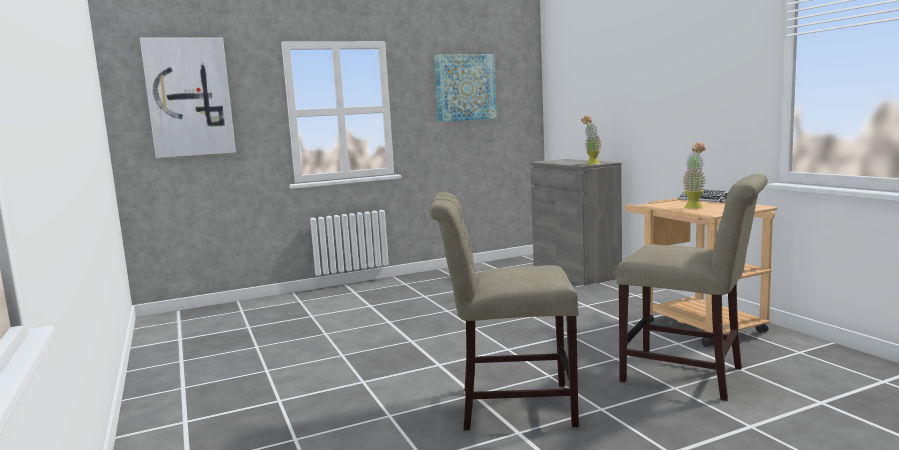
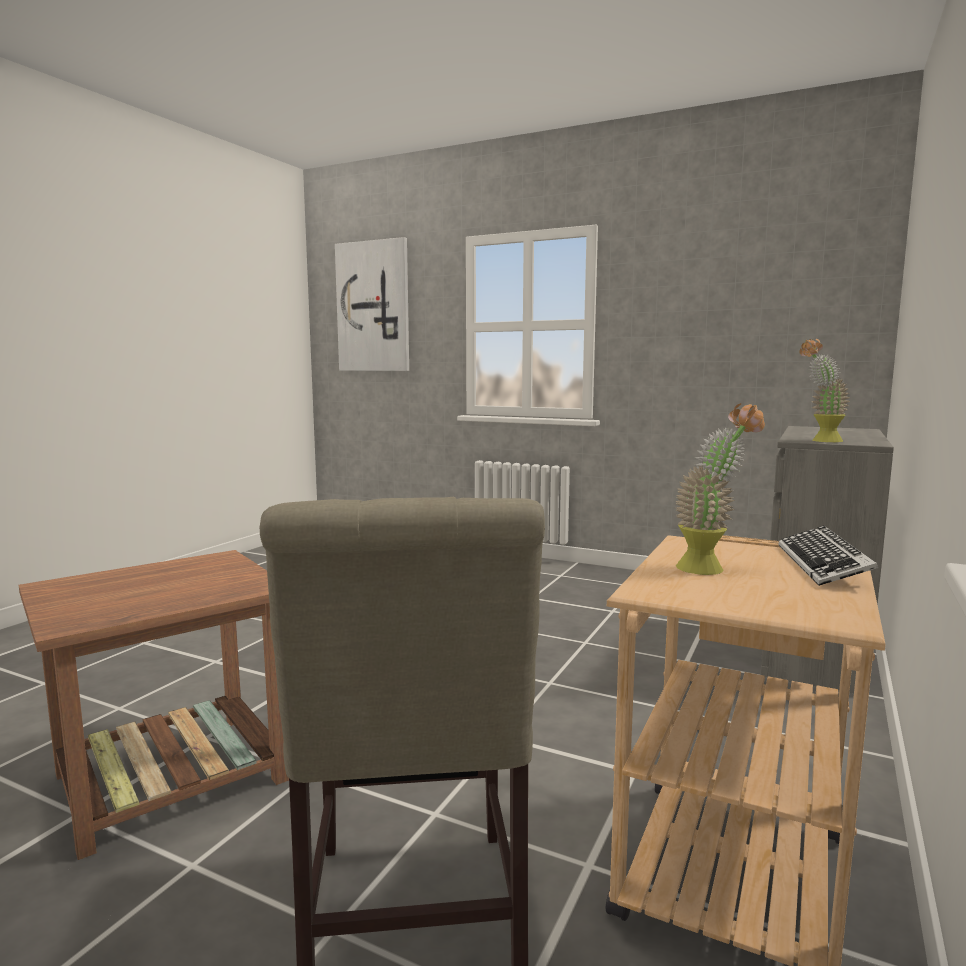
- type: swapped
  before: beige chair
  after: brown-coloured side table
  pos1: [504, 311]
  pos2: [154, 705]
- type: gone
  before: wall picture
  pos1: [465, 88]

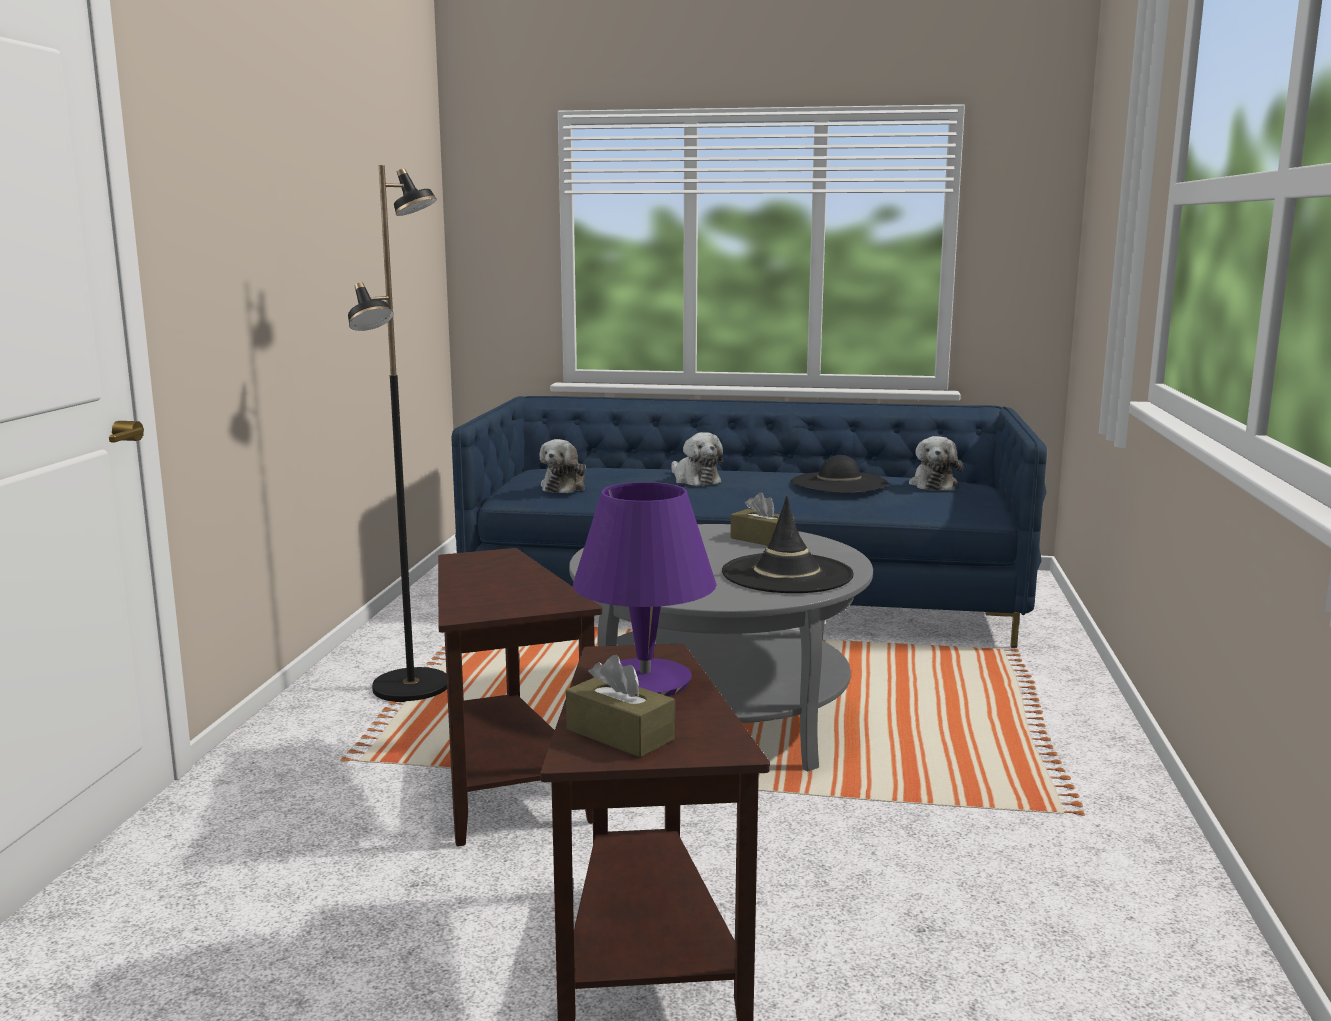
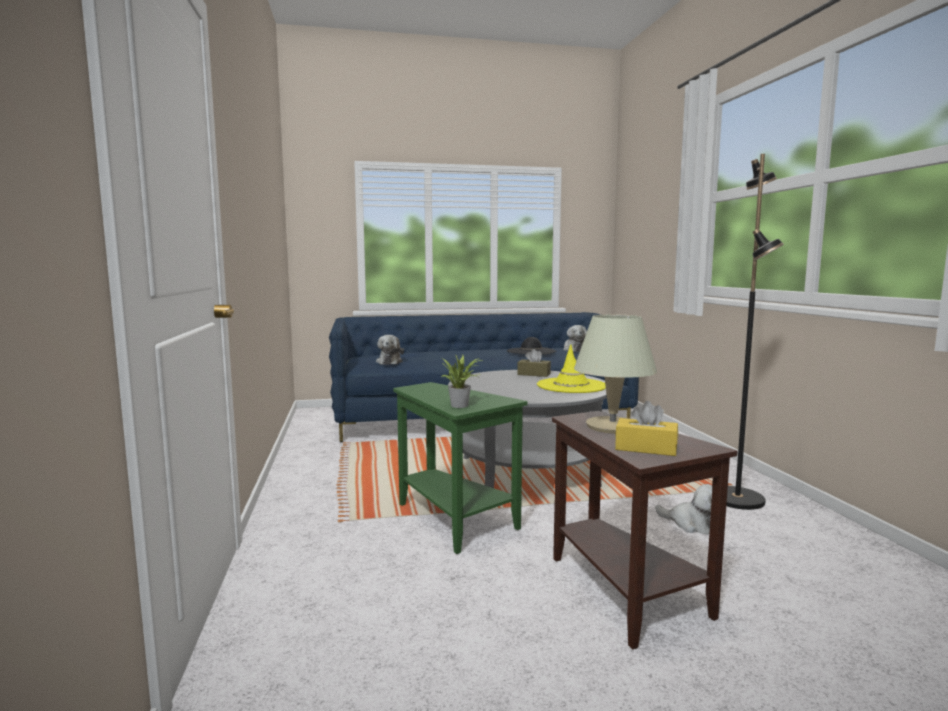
- type: repainted
  before: brown-coloured side table
  after: greenish side table
  pos1: [520, 697]
  pos2: [460, 468]
- type: new
  after: potted plant
  pos2: [462, 381]
- type: repainted
  before: blackish hat
  after: yellowish hat
  pos1: [788, 544]
  pos2: [571, 368]
- type: repainted
  before: purple-coloured table lamp
  after: beige table lamp
  pos1: [644, 589]
  pos2: [615, 374]
- type: repainted
  before: brown-coloured tissue holder
  after: yellowish tissue holder
  pos1: [620, 706]
  pos2: [646, 428]
- type: shifted
  before: soft toy
  pos1: [697, 459]
  pos2: [684, 509]
- type: shifted
  before: blackish standard lamp
  pos1: [397, 433]
  pos2: [755, 332]

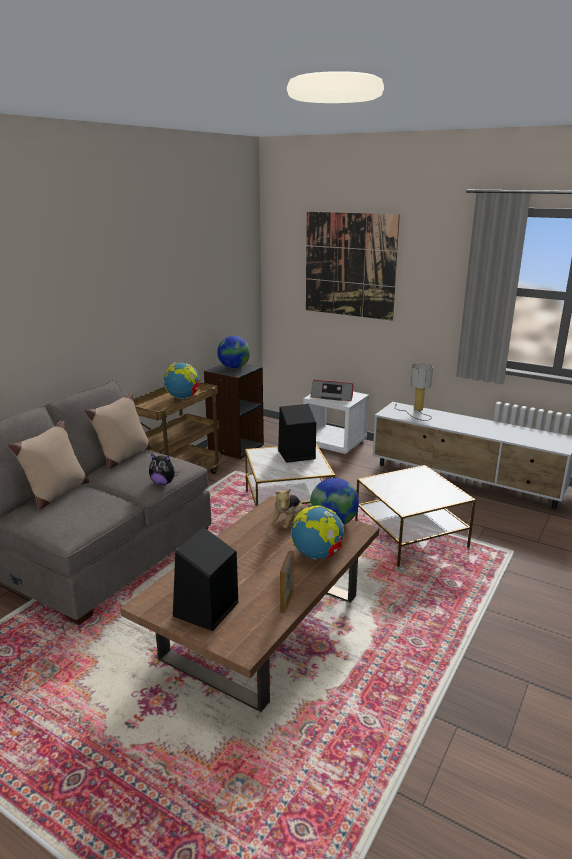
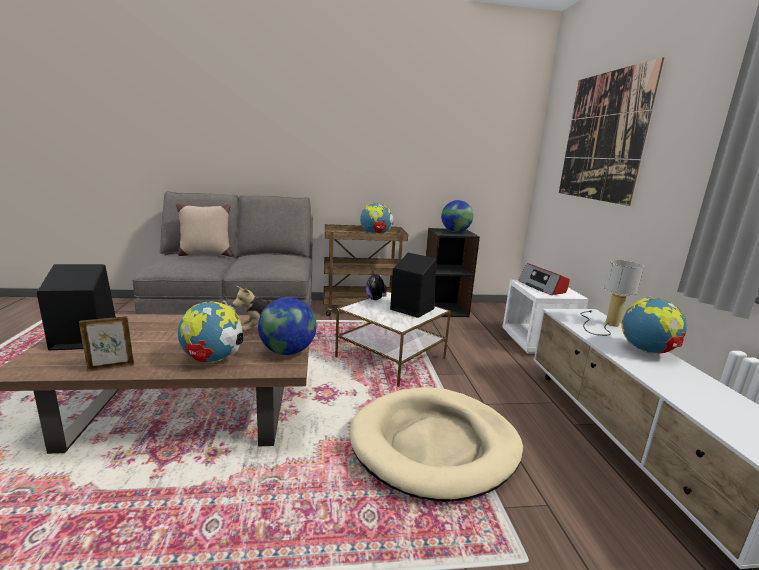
- type: swapped
  before: side table
  after: beige dog bed
  pos1: [415, 516]
  pos2: [436, 444]
- type: shifted
  before: soft toy
  pos1: [164, 469]
  pos2: [376, 285]
- type: new
  after: world globe
  pos2: [654, 325]
- type: gone
  before: beige throw pillow
  pos1: [118, 430]

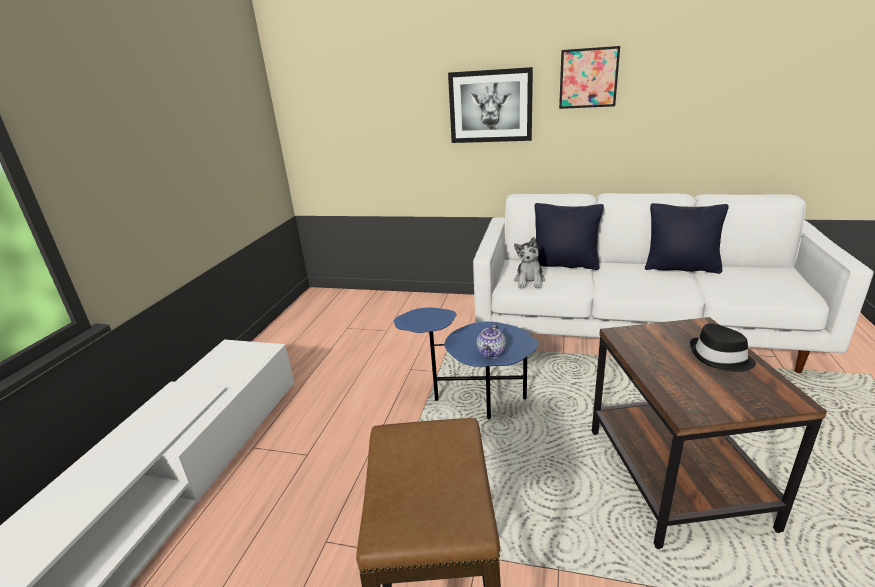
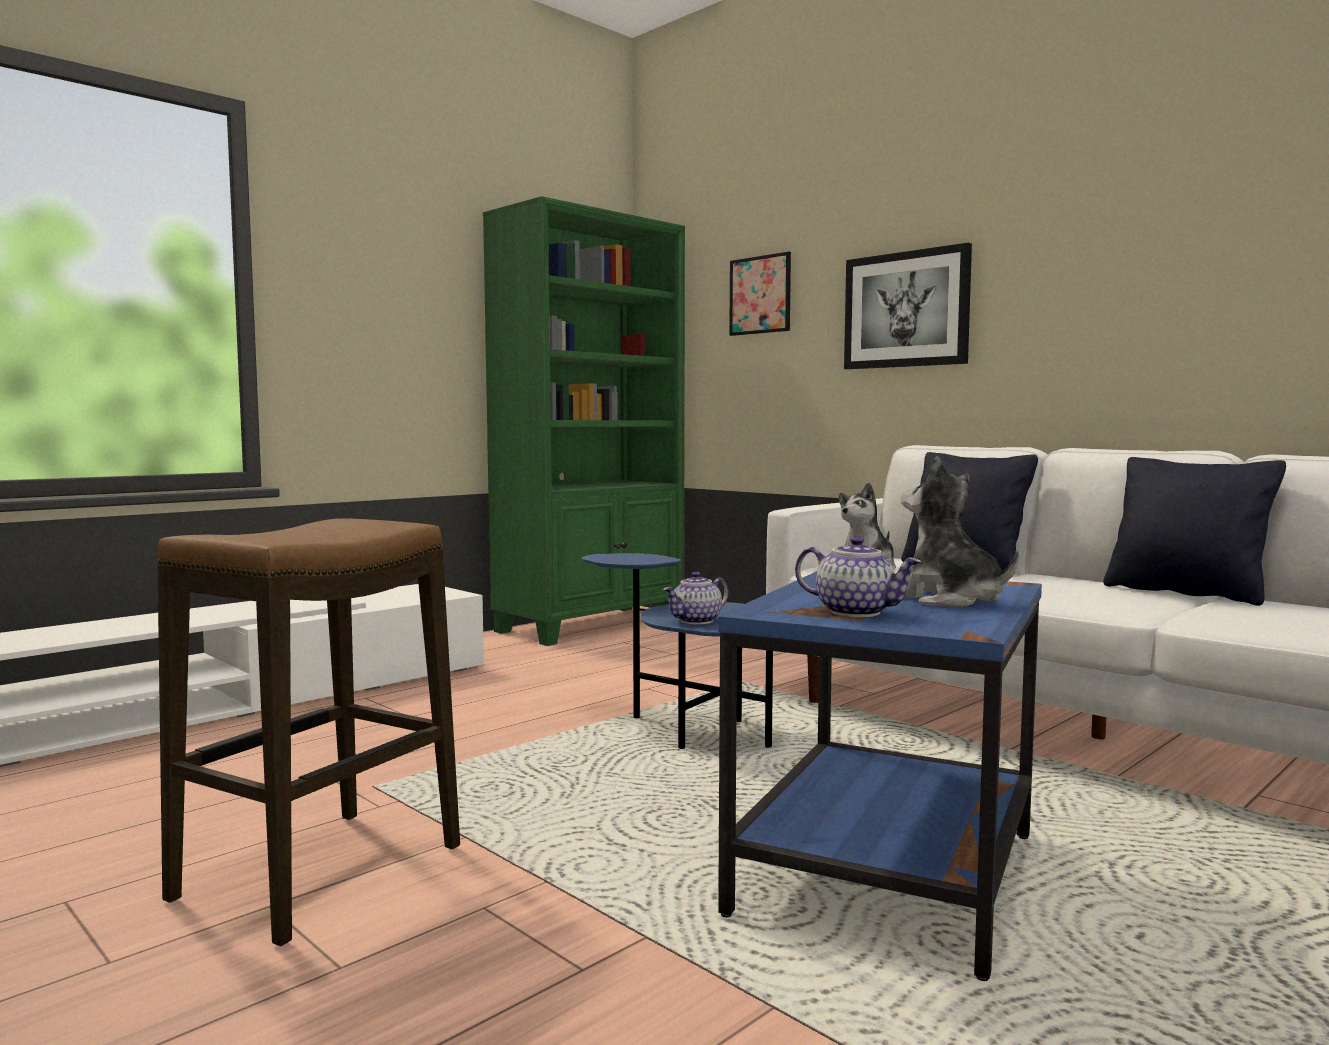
- type: new
  after: greenish shelving unit
  pos2: [584, 421]
- type: repainted
  before: brown-coloured side table
  after: bluish side table
  pos1: [709, 433]
  pos2: [880, 776]
- type: shifted
  before: wall picture
  pos1: [589, 77]
  pos2: [760, 294]
- type: new
  after: tea pot
  pos2: [858, 576]
- type: swapped
  before: blackish hat
  after: soft toy
  pos1: [723, 347]
  pos2: [960, 531]

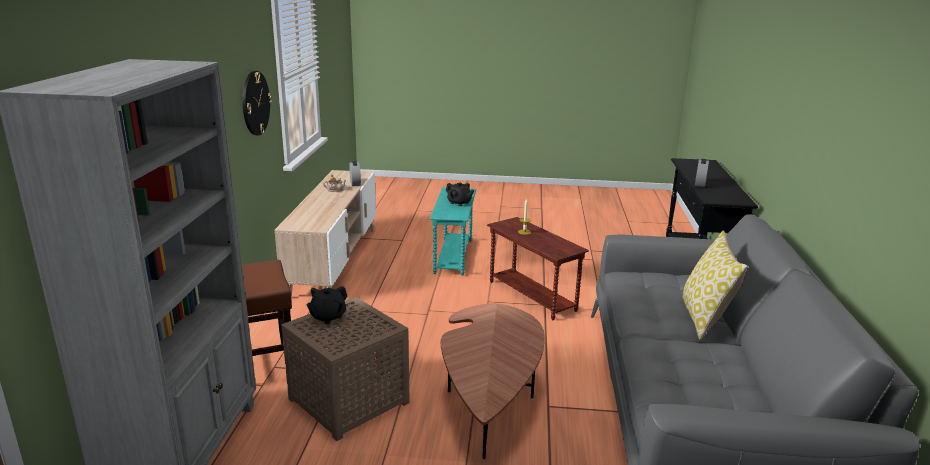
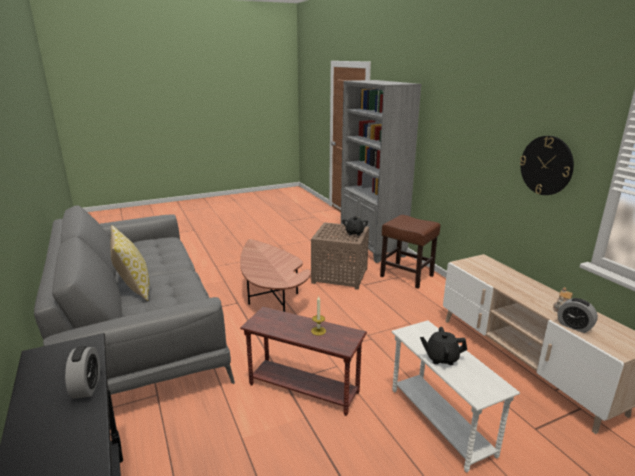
- type: repainted
  before: blue-green side table
  after: white-coloured side table
  pos1: [453, 231]
  pos2: [456, 396]

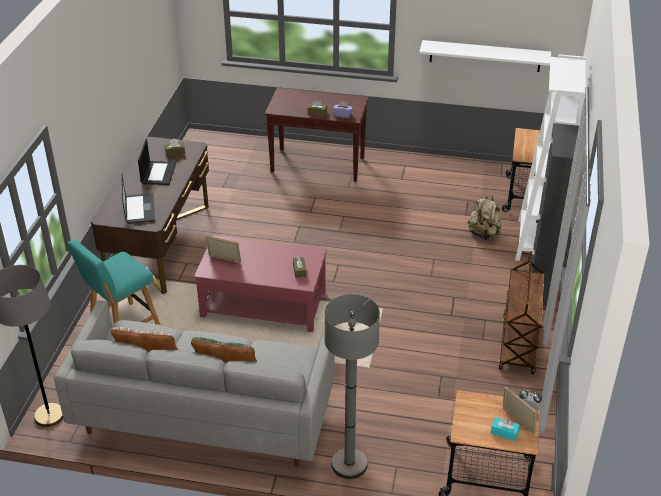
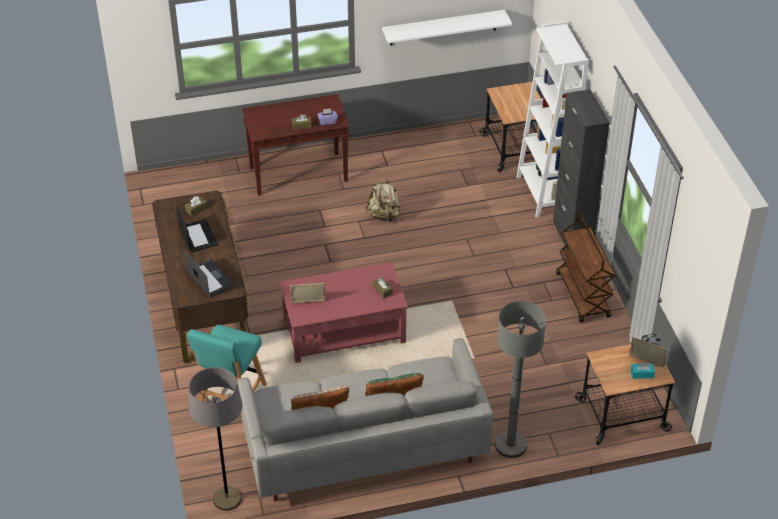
- type: shifted
  before: beige backpack
  pos1: [484, 217]
  pos2: [383, 200]

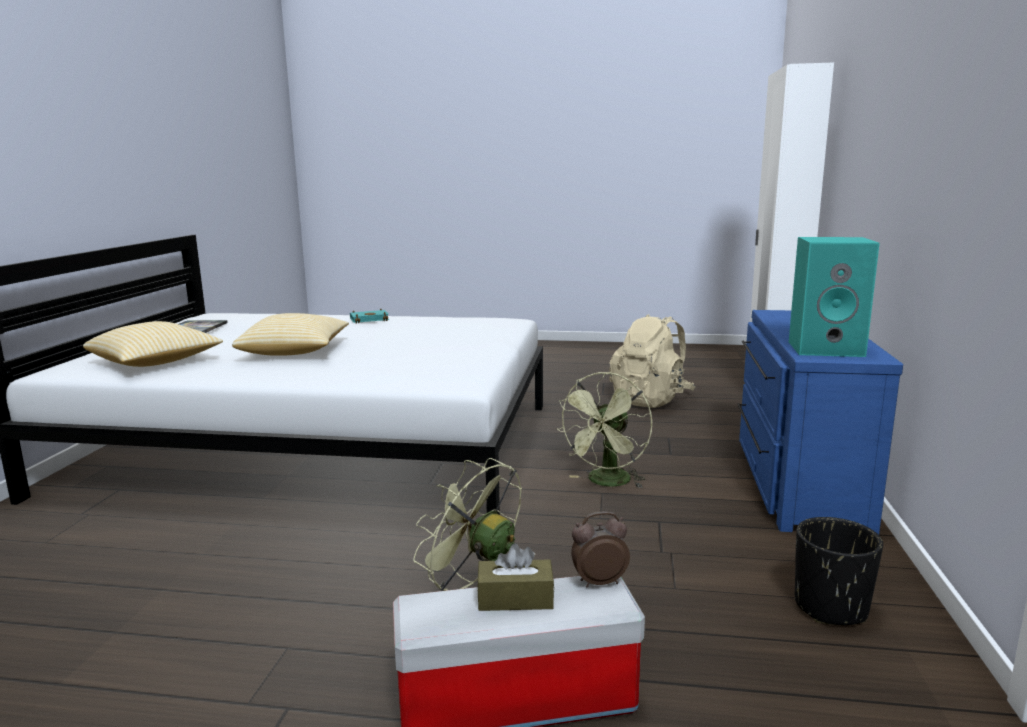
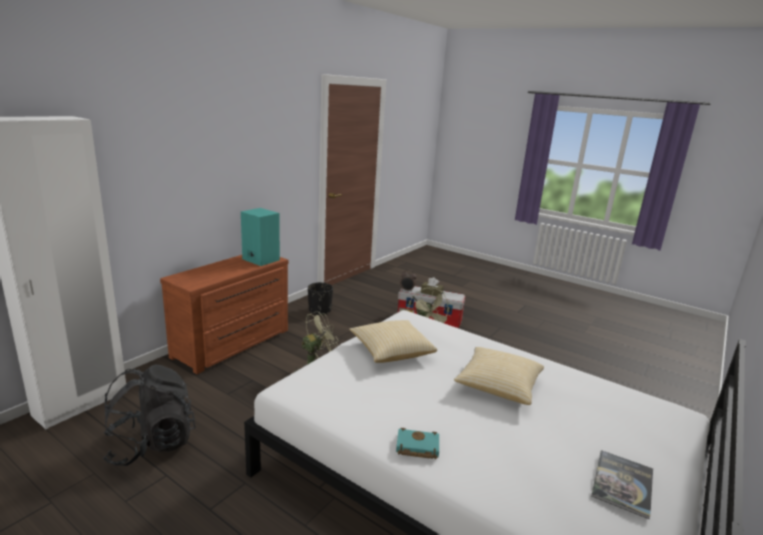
- type: repainted
  before: beige backpack
  after: blackish backpack
  pos1: [652, 361]
  pos2: [149, 415]
- type: repainted
  before: bluish drawer chest
  after: brown-coloured drawer chest
  pos1: [820, 422]
  pos2: [224, 314]
- type: shifted
  before: throw pillow
  pos1: [153, 344]
  pos2: [393, 341]

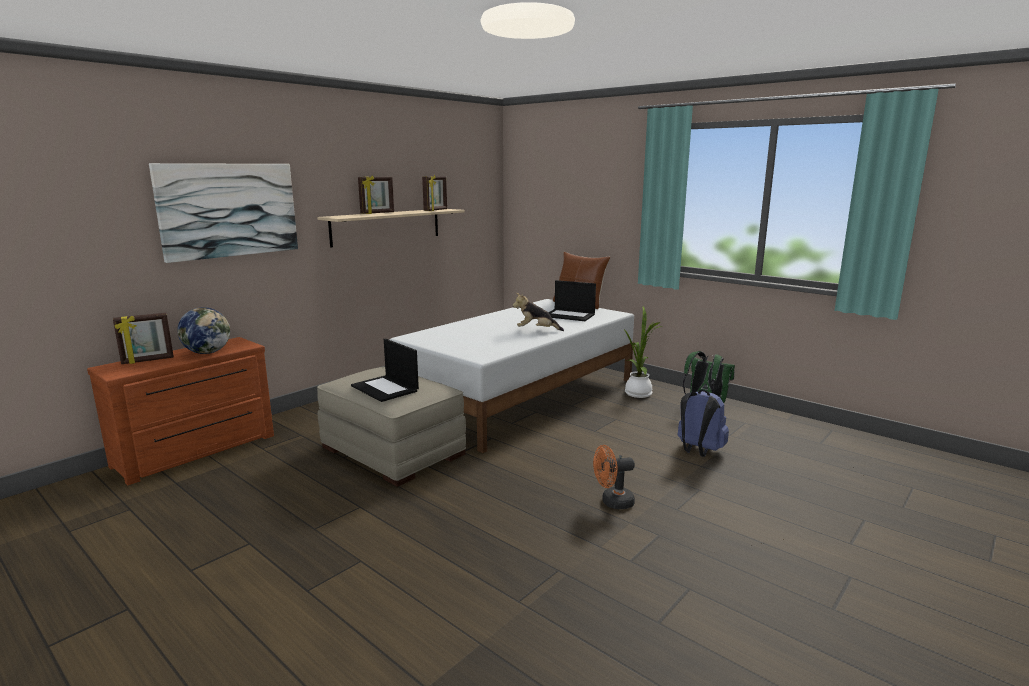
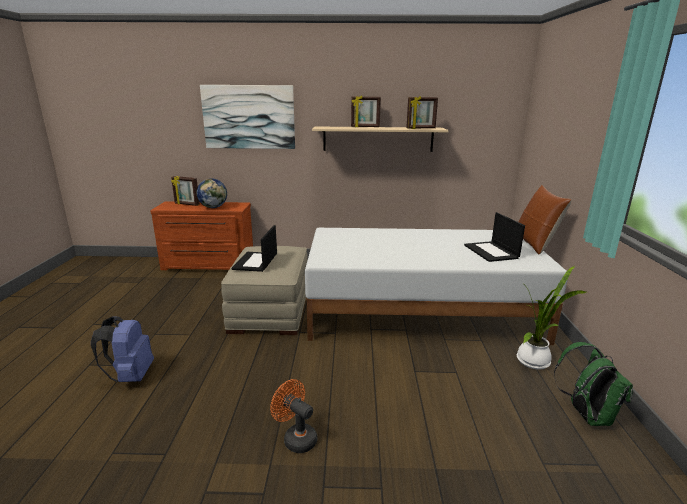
- type: shifted
  before: bluish backpack
  pos1: [703, 423]
  pos2: [122, 349]
- type: gone
  before: soft toy
  pos1: [538, 312]

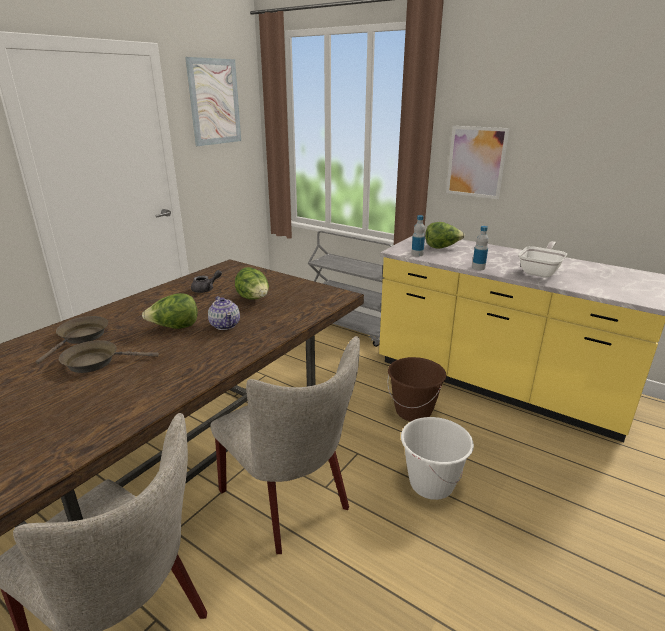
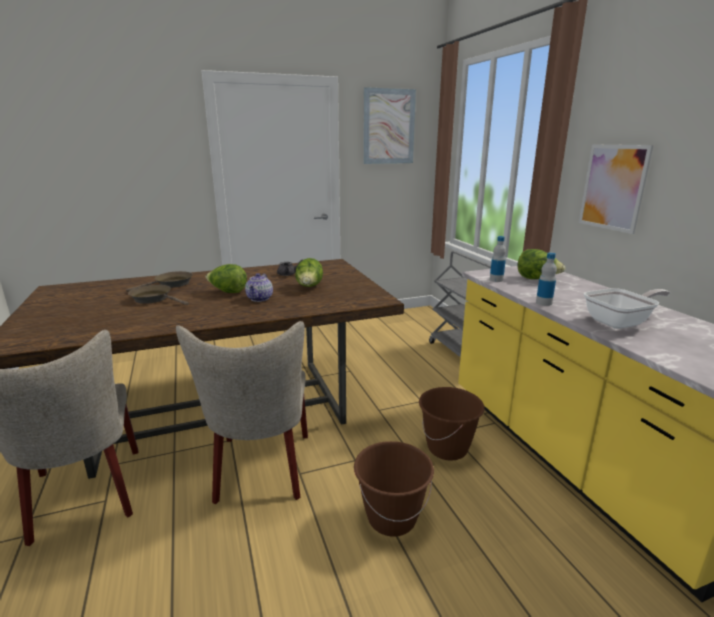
- type: repainted
  before: white-coloured pail
  after: brown-coloured pail
  pos1: [437, 458]
  pos2: [394, 489]

